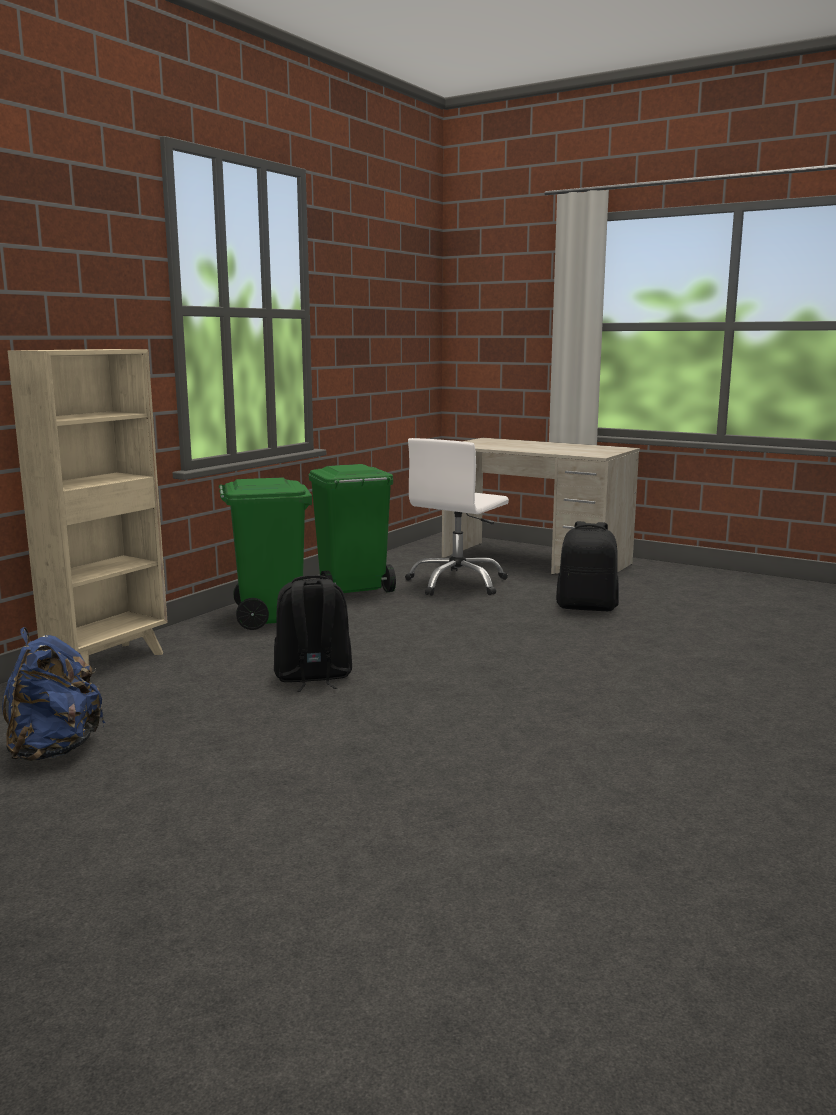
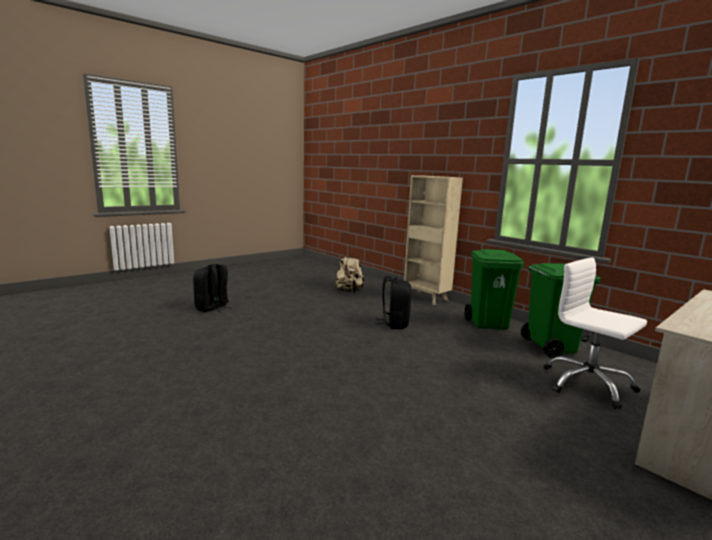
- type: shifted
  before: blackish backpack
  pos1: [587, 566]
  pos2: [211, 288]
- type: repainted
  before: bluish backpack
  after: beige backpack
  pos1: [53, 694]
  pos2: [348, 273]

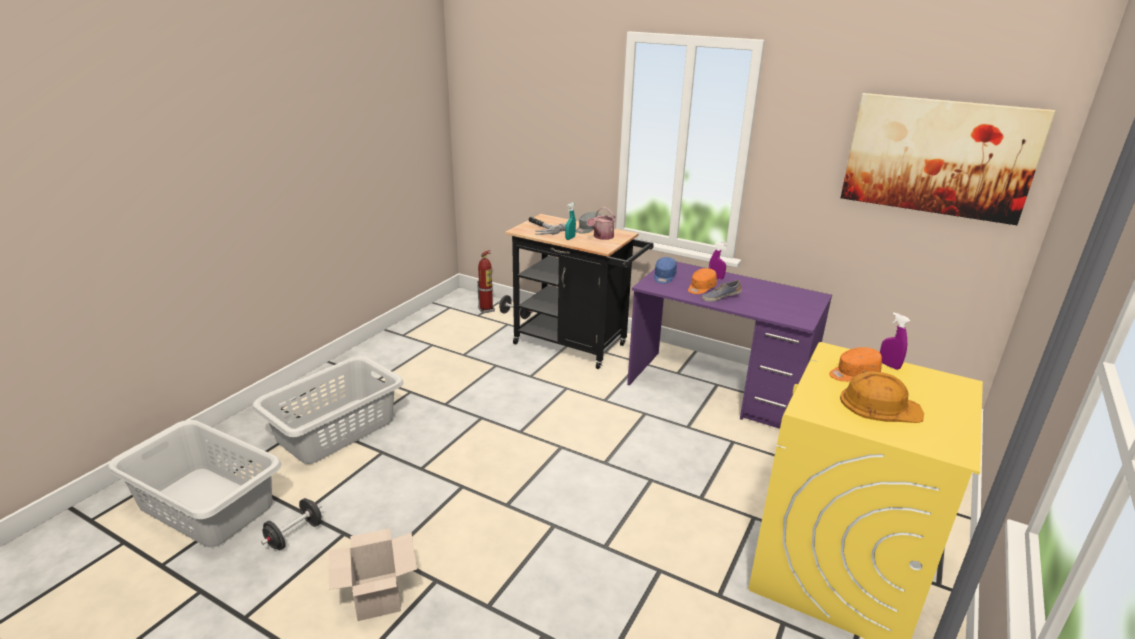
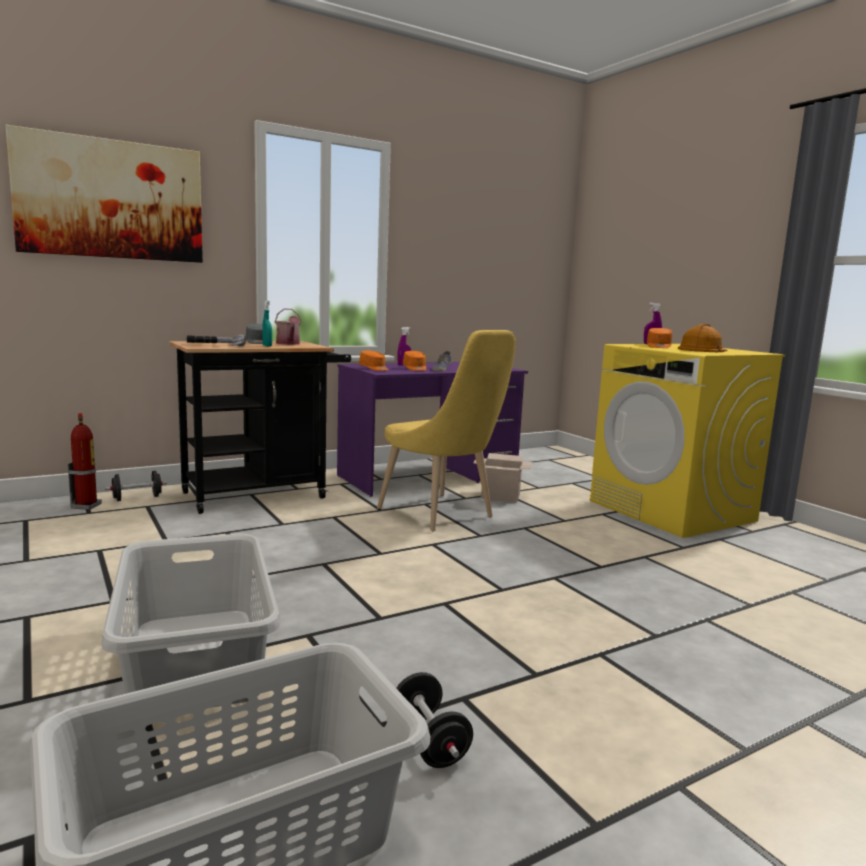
- type: shifted
  before: wall picture
  pos1: [948, 159]
  pos2: [104, 194]
- type: repainted
  before: bluish baseball cap
  after: orange baseball cap
  pos1: [665, 270]
  pos2: [373, 361]
- type: new
  after: yellowish chair
  pos2: [446, 430]
- type: shifted
  before: cardboard box
  pos1: [373, 574]
  pos2: [502, 477]

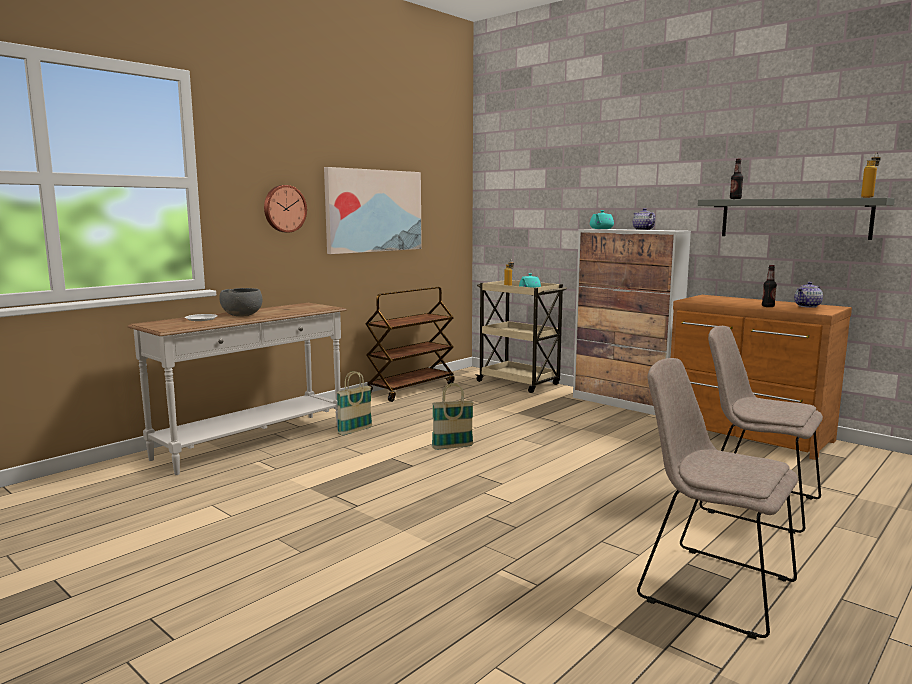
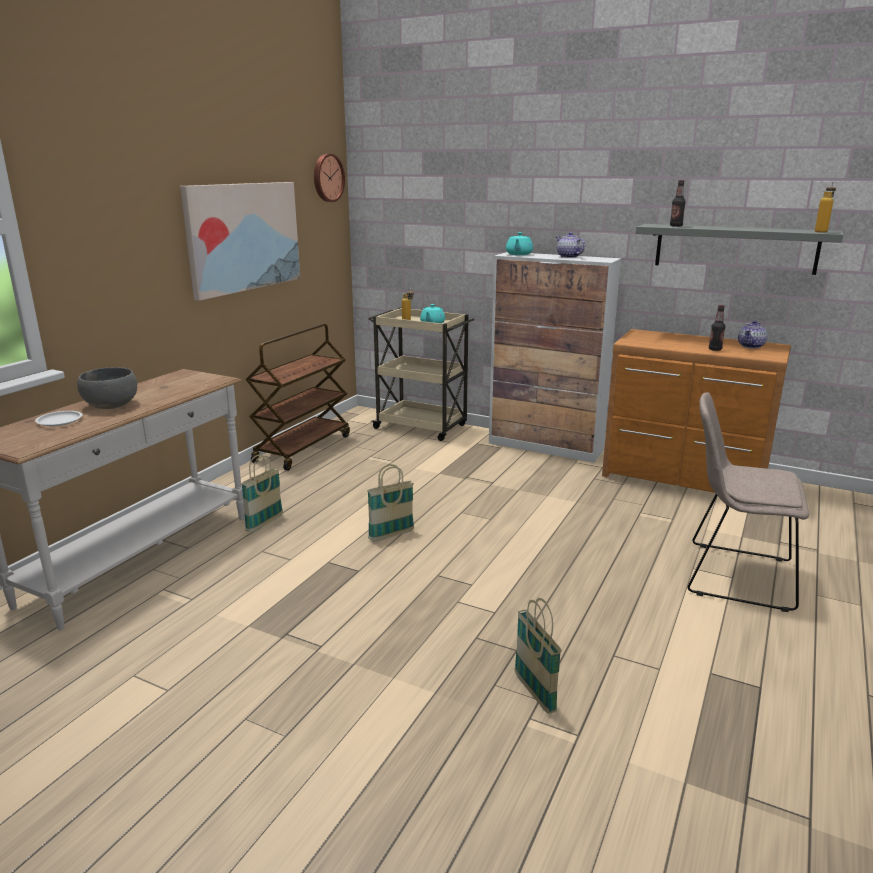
- type: shifted
  before: wall clock
  pos1: [285, 209]
  pos2: [329, 178]
- type: new
  after: storage basket
  pos2: [538, 656]
- type: gone
  before: beige chair
  pos1: [717, 498]

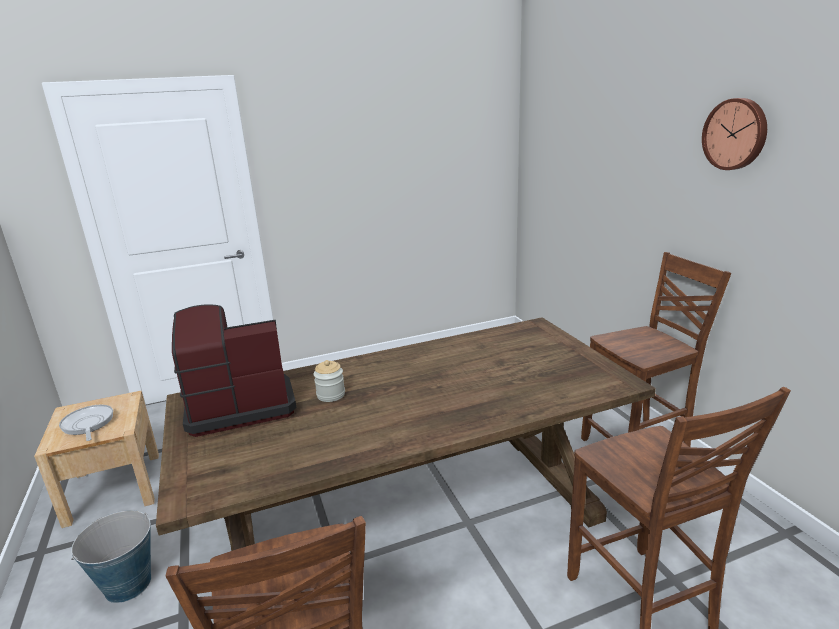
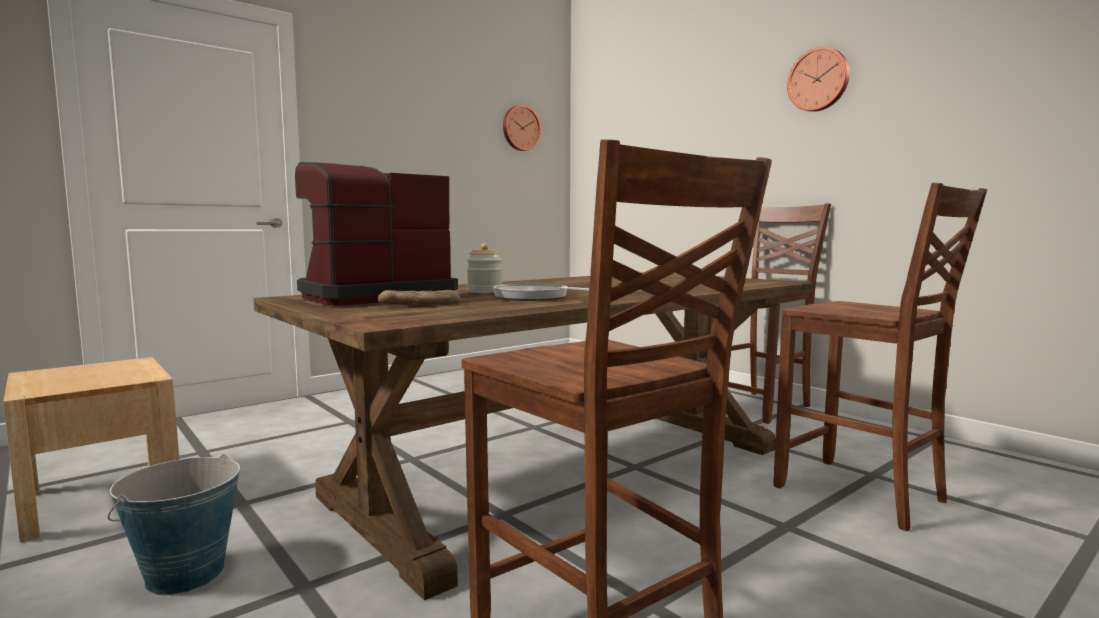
- type: new
  after: baked bread
  pos2: [419, 297]
- type: shifted
  before: skillet
  pos1: [86, 423]
  pos2: [541, 292]
- type: new
  after: wall clock
  pos2: [522, 128]

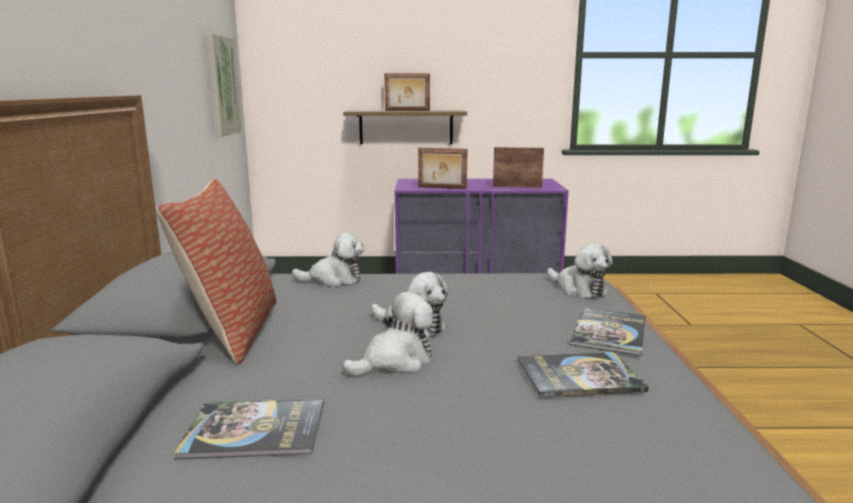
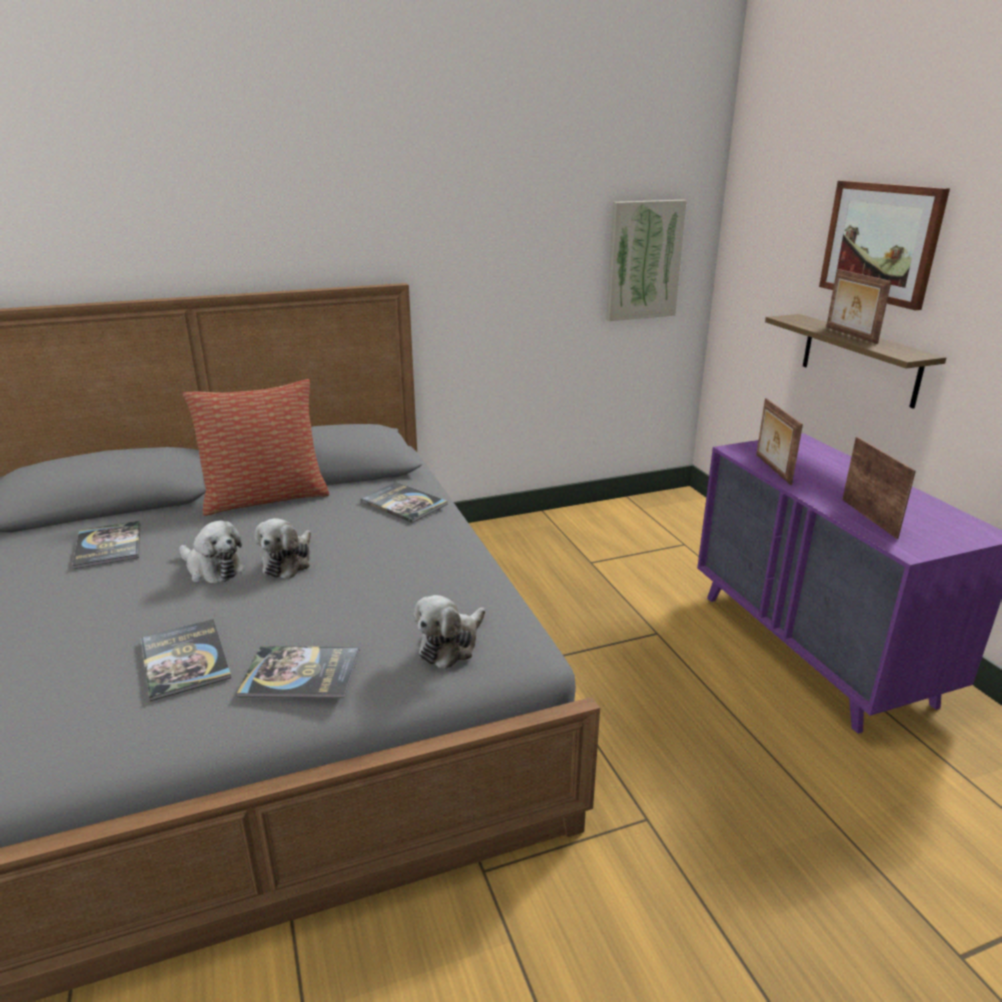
- type: swapped
  before: soft toy
  after: volume
  pos1: [328, 259]
  pos2: [404, 502]
- type: new
  after: wall picture
  pos2: [884, 245]

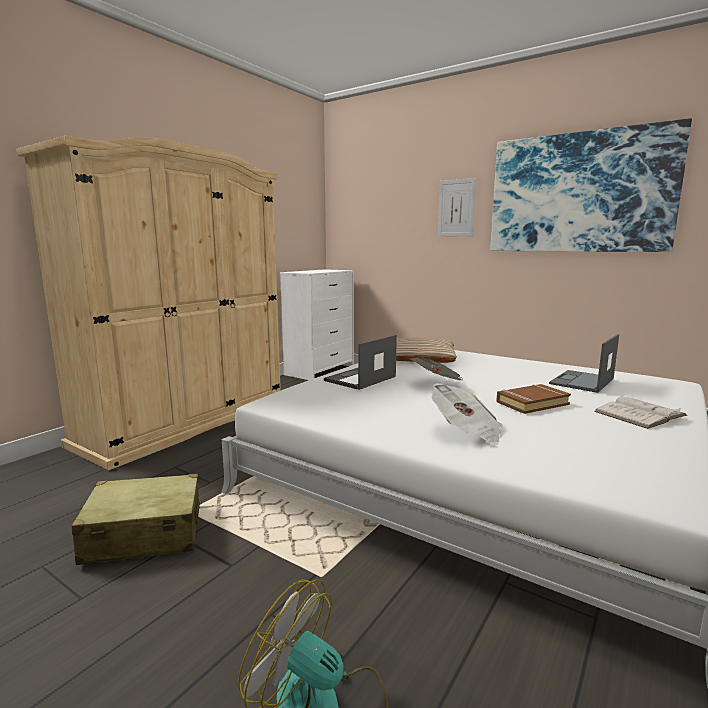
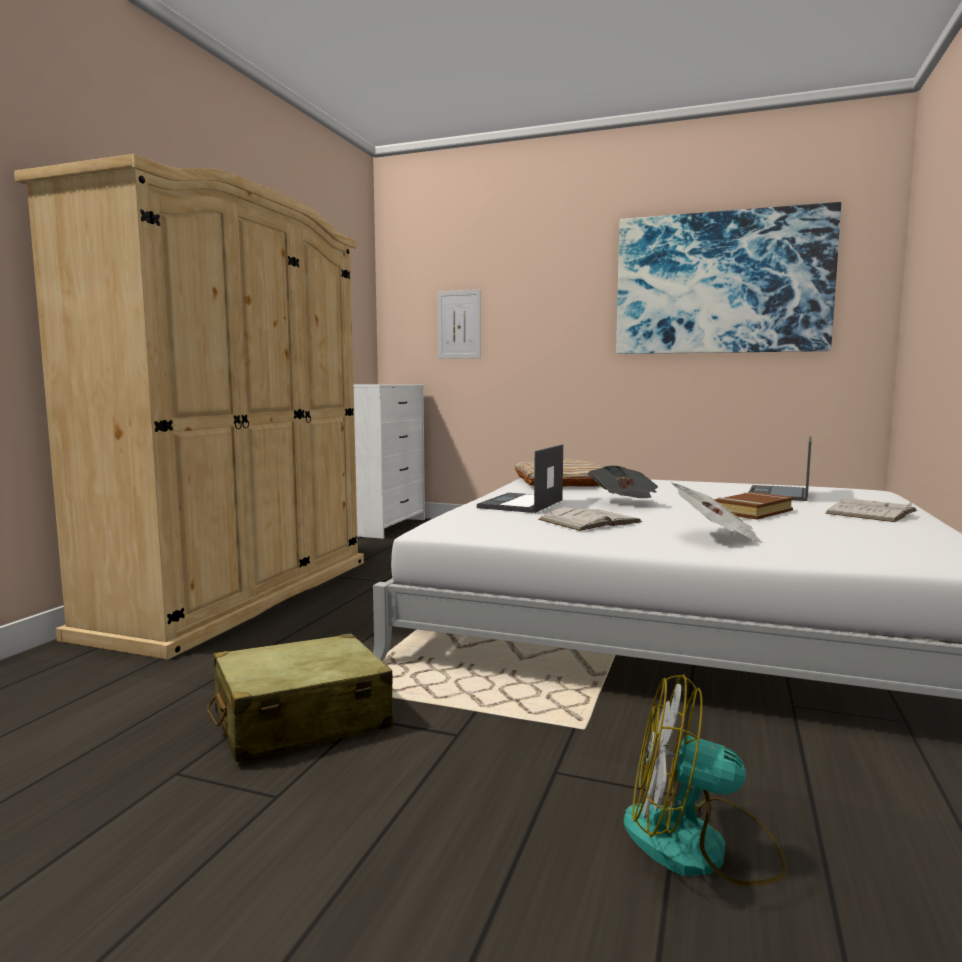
- type: shifted
  before: wall picture
  pos1: [457, 207]
  pos2: [459, 324]
- type: new
  after: white-coloured volume
  pos2: [590, 519]

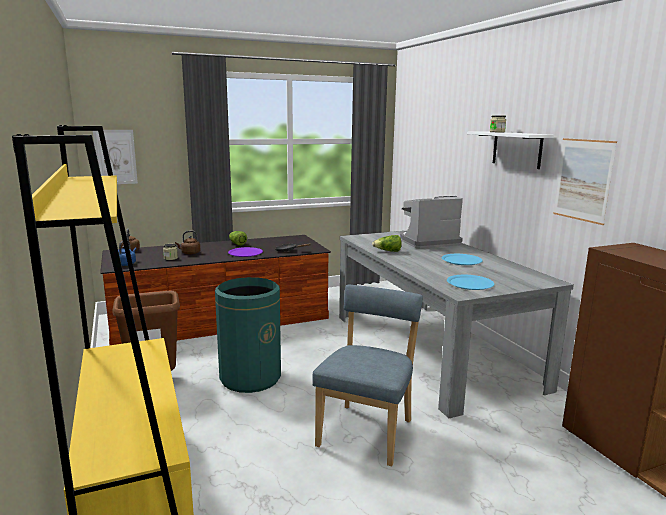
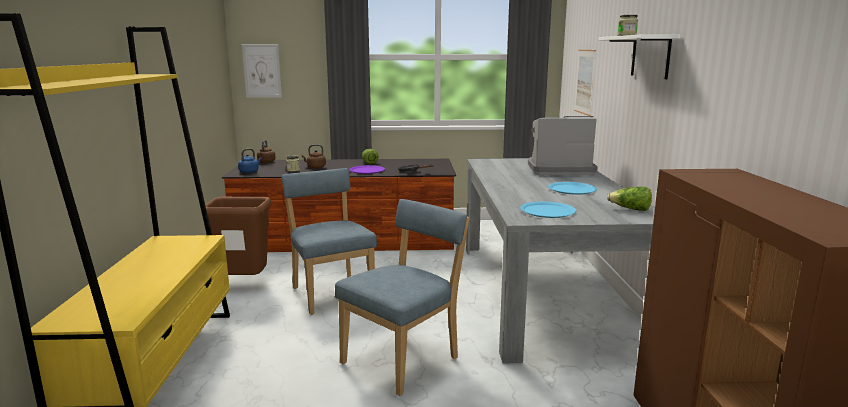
- type: swapped
  before: greenish waste bin
  after: bluish chair
  pos1: [248, 335]
  pos2: [329, 241]
- type: shifted
  before: wall picture
  pos1: [585, 181]
  pos2: [585, 83]
- type: shifted
  before: lettuce
  pos1: [387, 243]
  pos2: [629, 199]

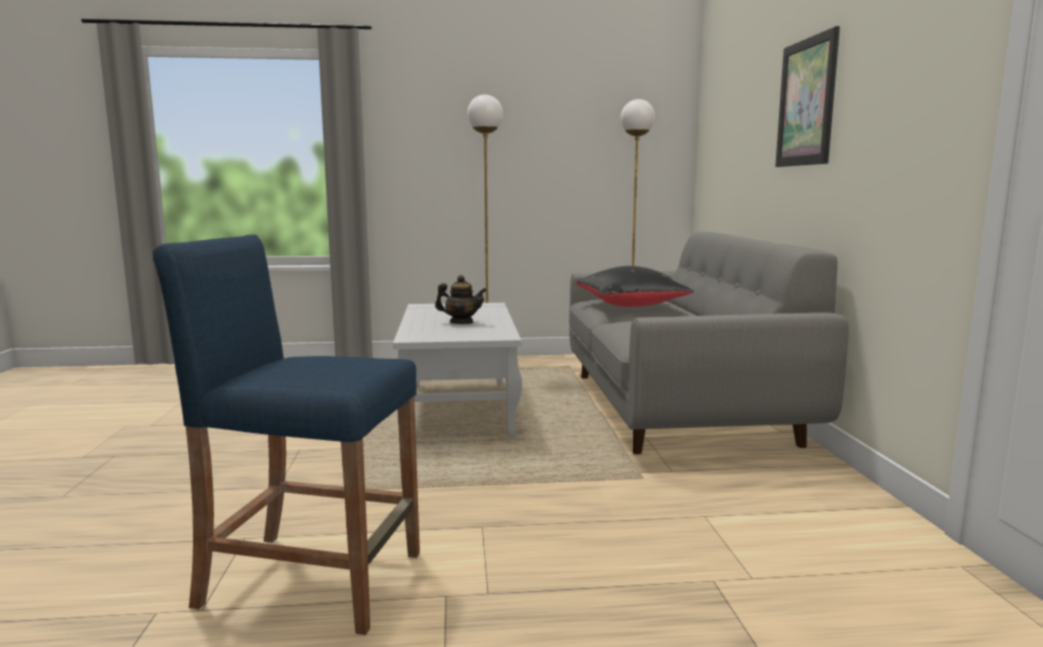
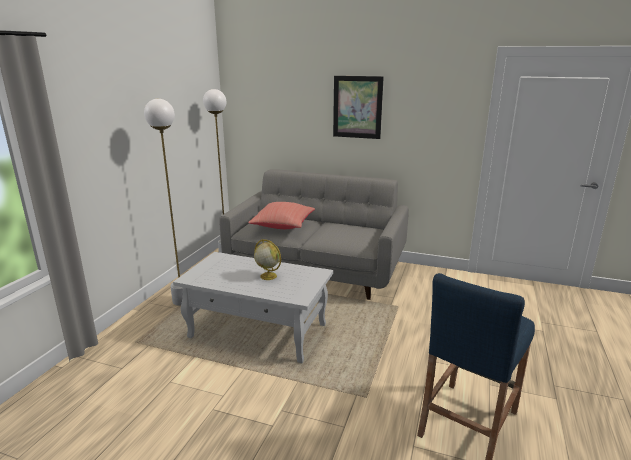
- type: repainted
  before: blackish throw pillow
  after: red throw pillow
  pos1: [633, 286]
  pos2: [281, 215]
- type: swapped
  before: tea pot
  after: world globe
  pos1: [461, 299]
  pos2: [267, 259]

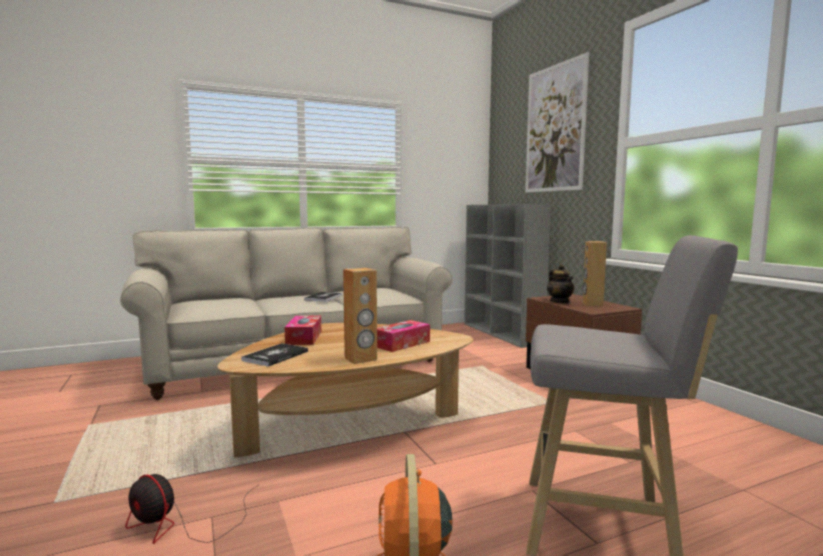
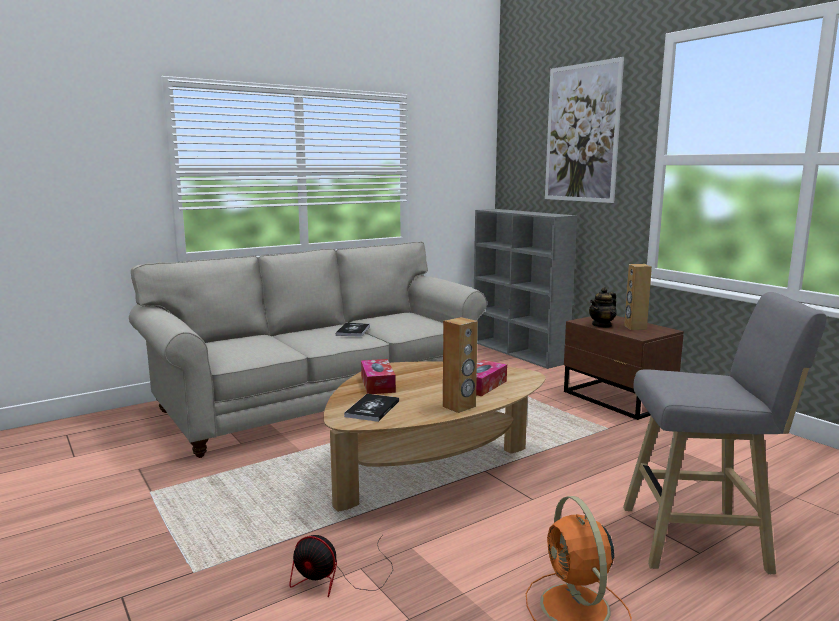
- type: rotated
  before: tea pot
  pos1: [560, 283]
  pos2: [602, 307]
  turn: 75

